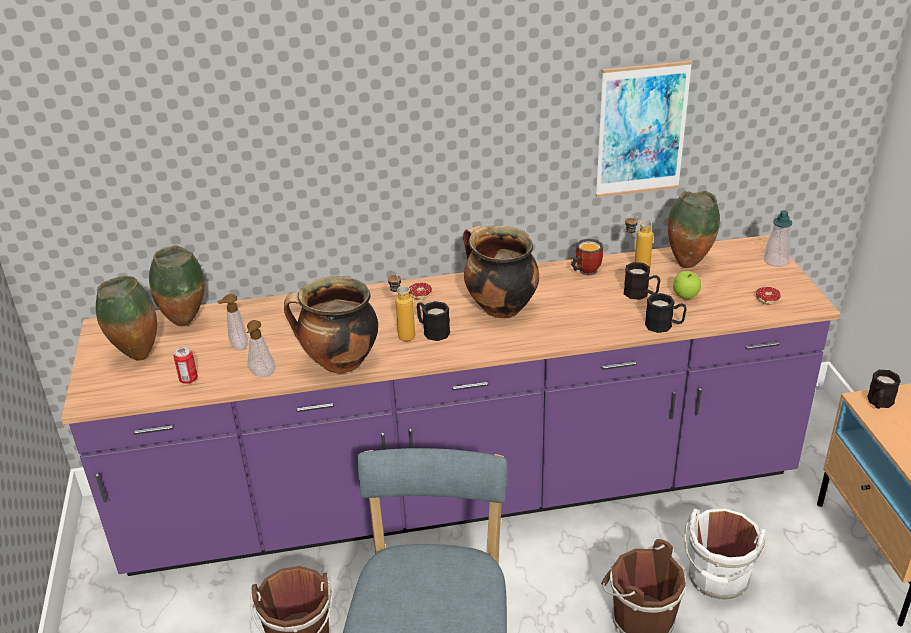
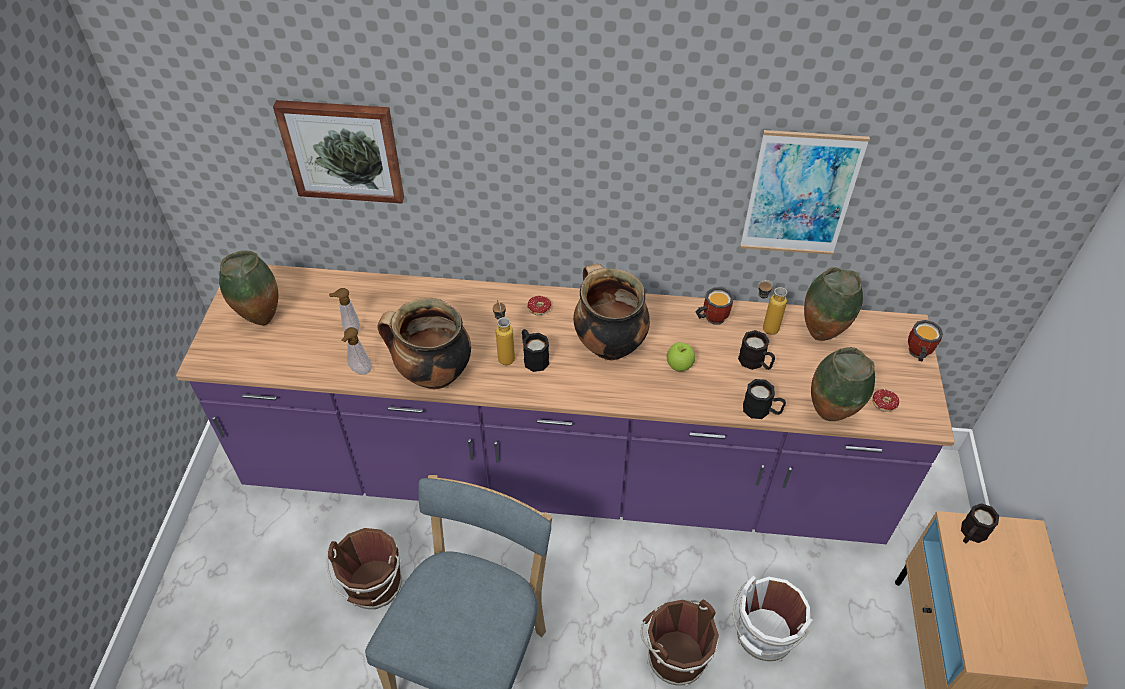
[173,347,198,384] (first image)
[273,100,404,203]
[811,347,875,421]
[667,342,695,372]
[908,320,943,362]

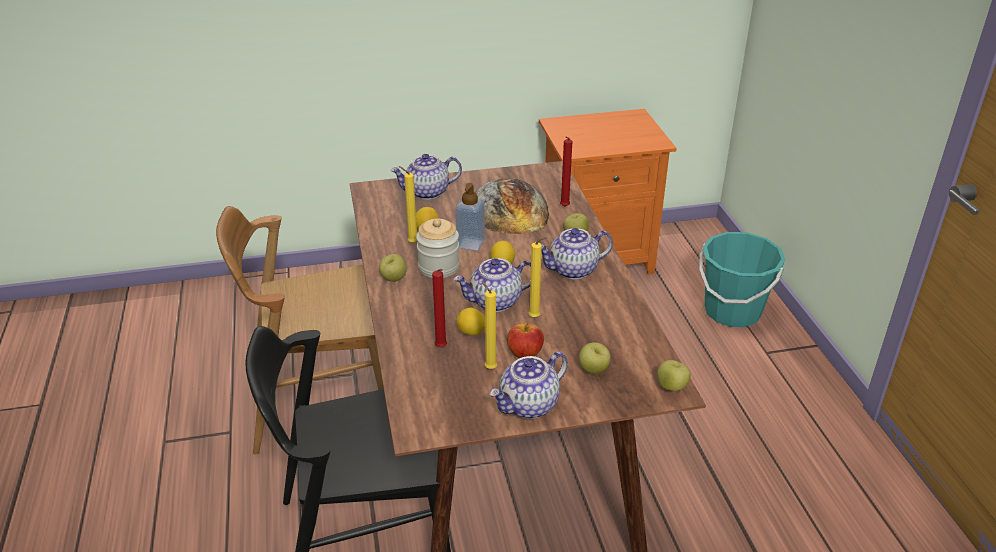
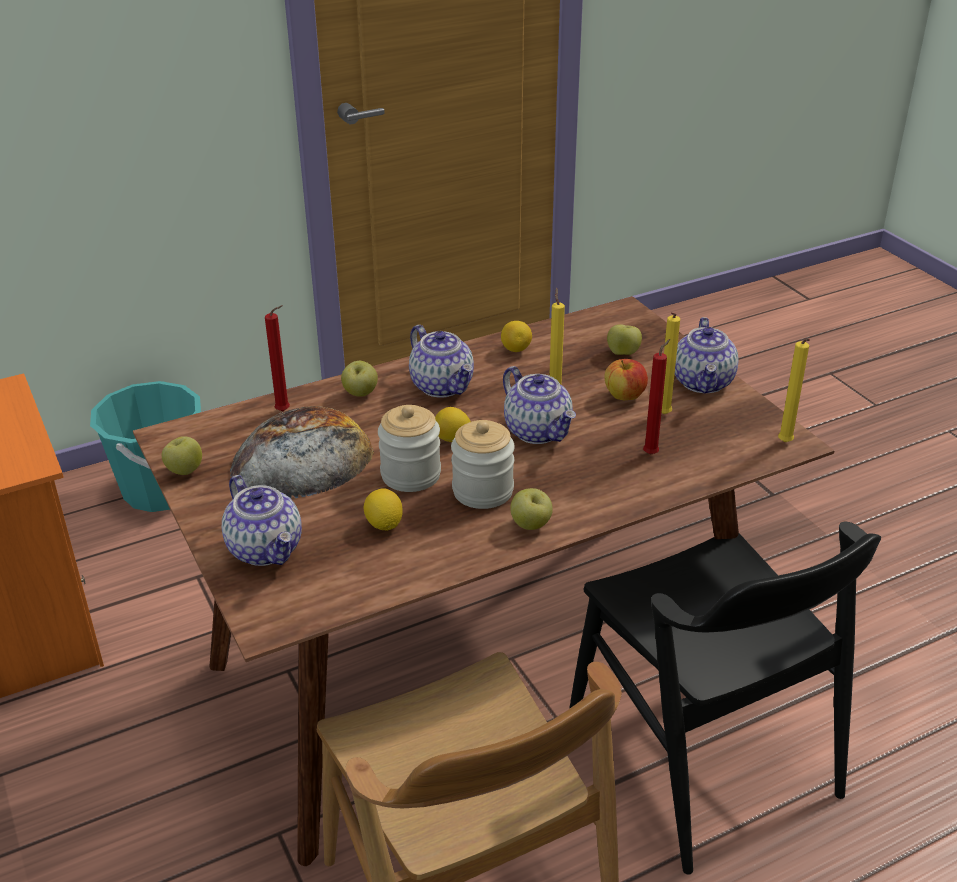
[778,339,810,442]
[501,321,532,352]
[162,436,202,475]
[378,405,441,492]
[675,317,739,394]

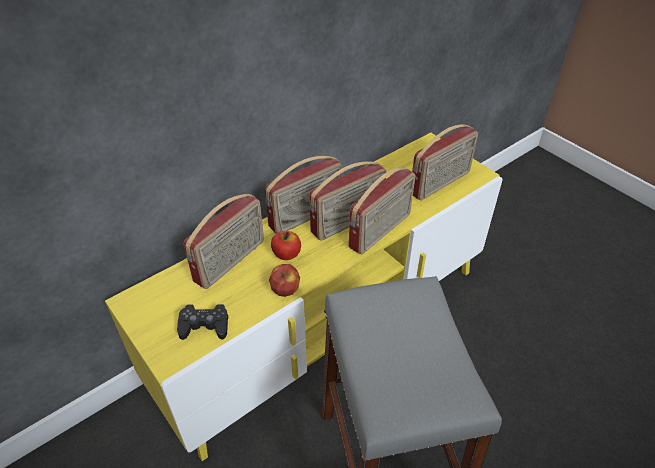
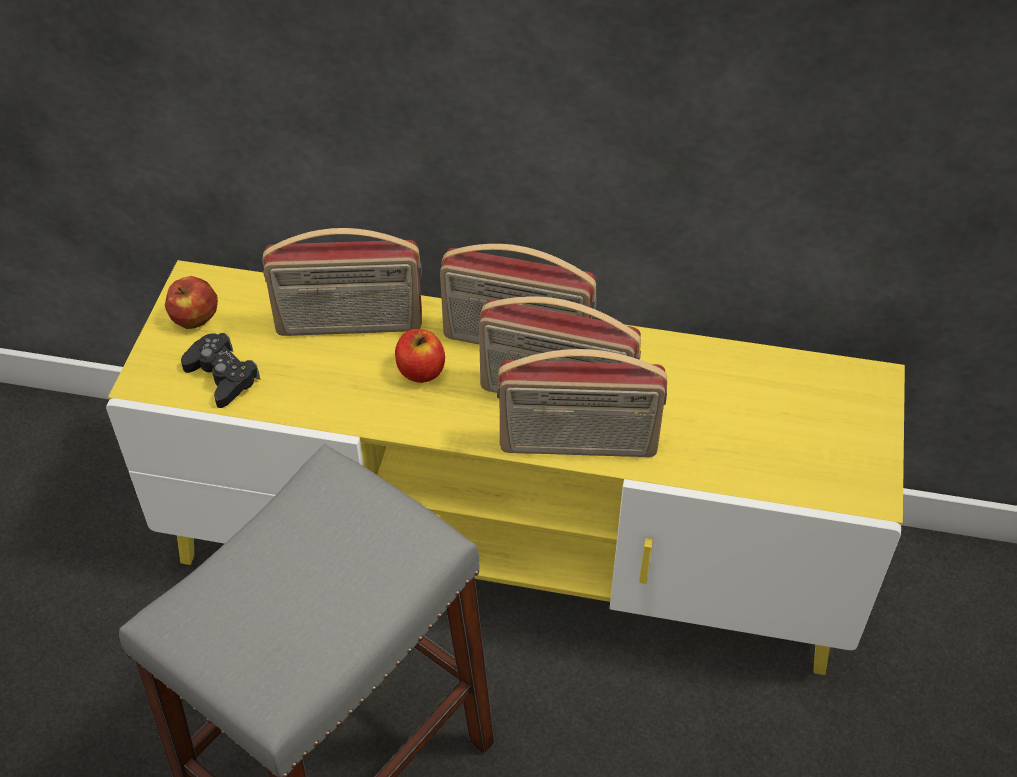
[412,124,478,200] (first image)
[165,276,218,329]

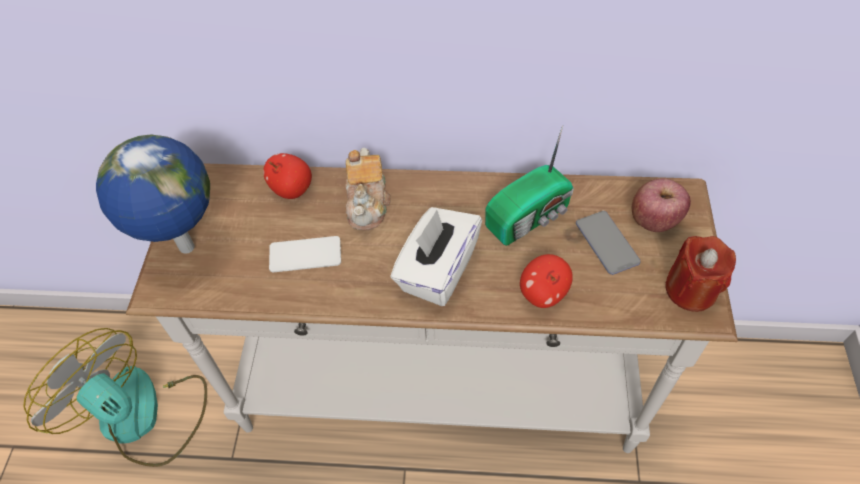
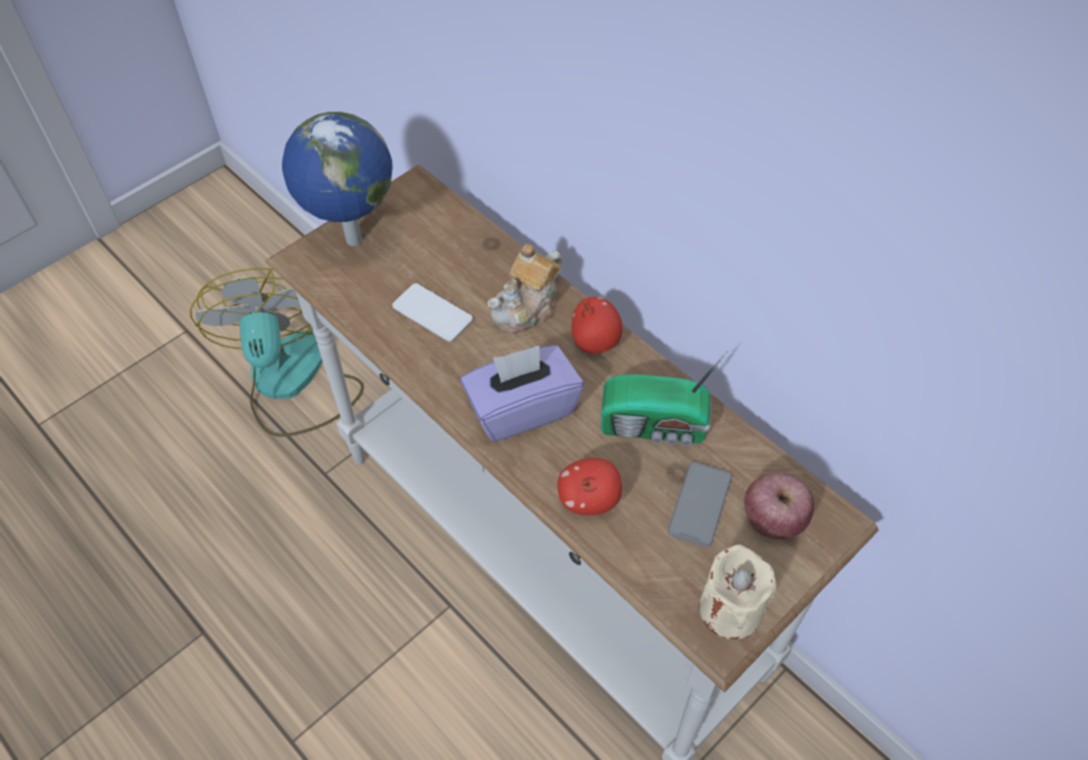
[572,297,623,354]
[460,345,584,442]
[699,544,777,640]

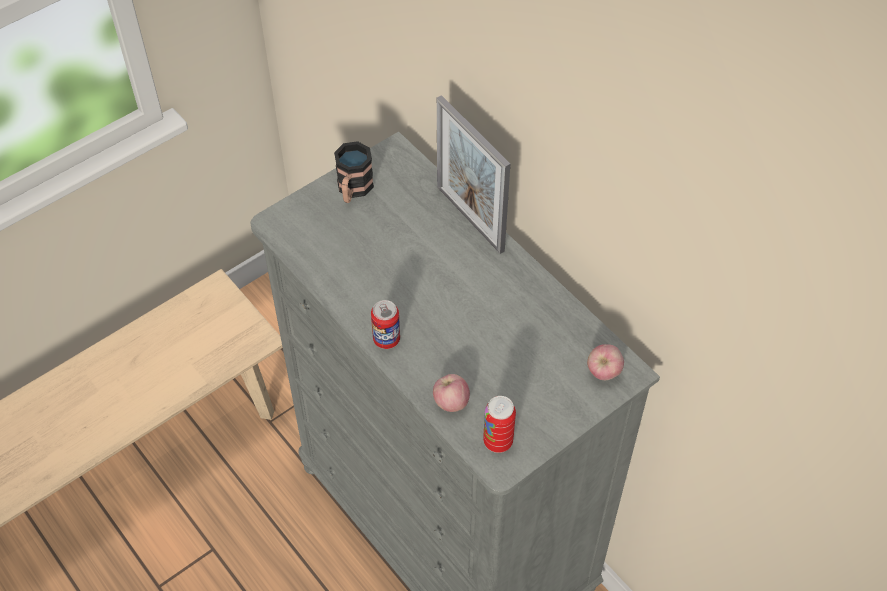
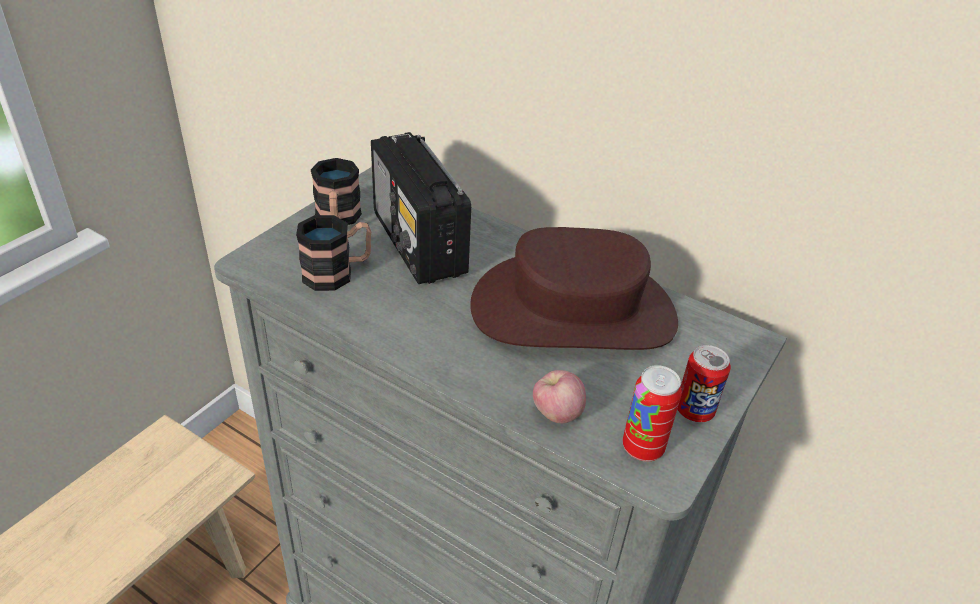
[437,95,510,254] (first image)
[587,344,624,380] (first image)
[296,215,371,291]
[371,132,471,284]
[470,227,678,350]
[677,345,731,422]

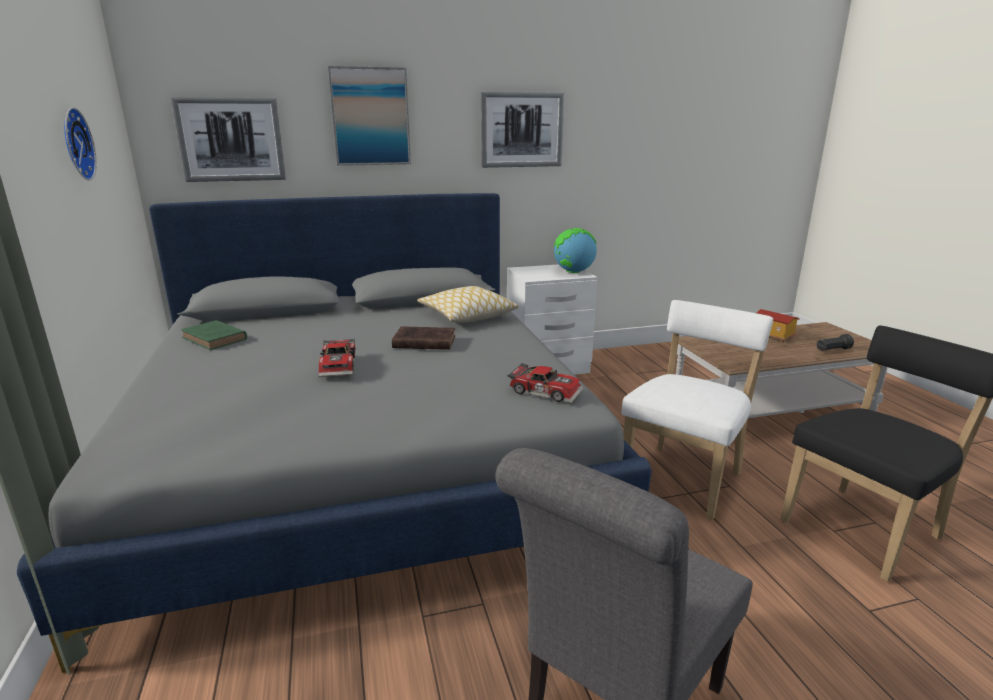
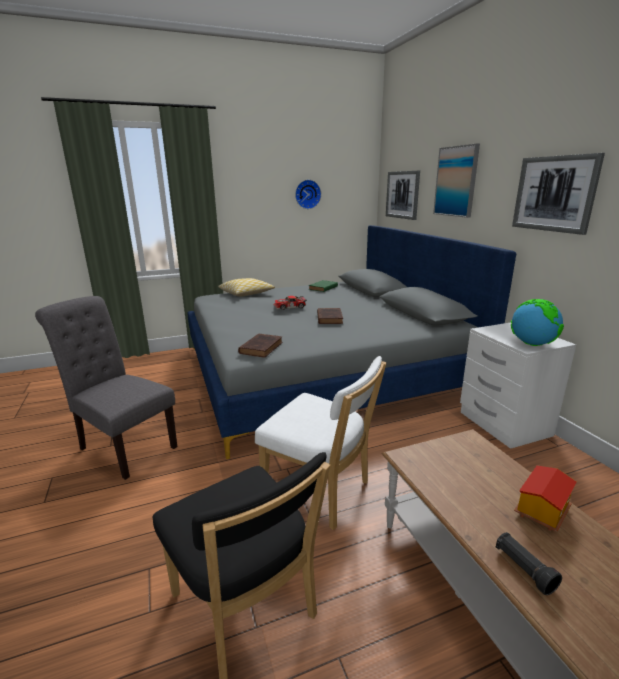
[218,278,275,297]
[238,333,283,358]

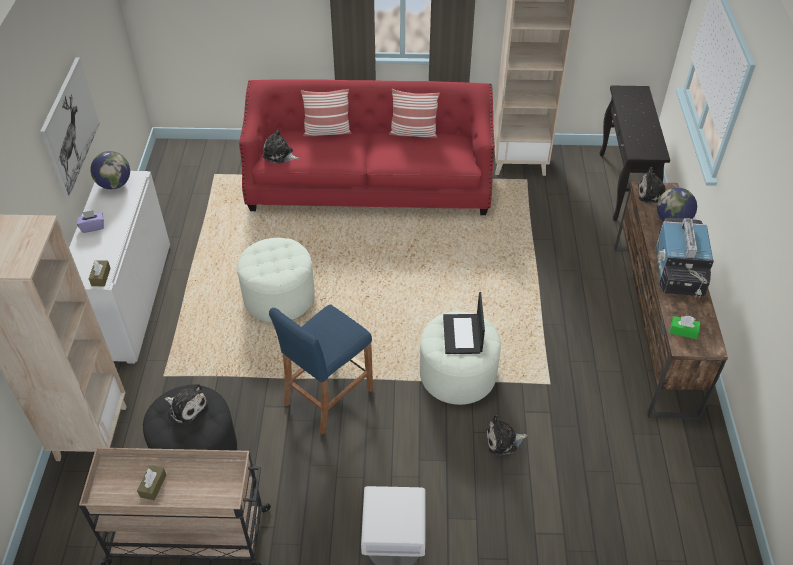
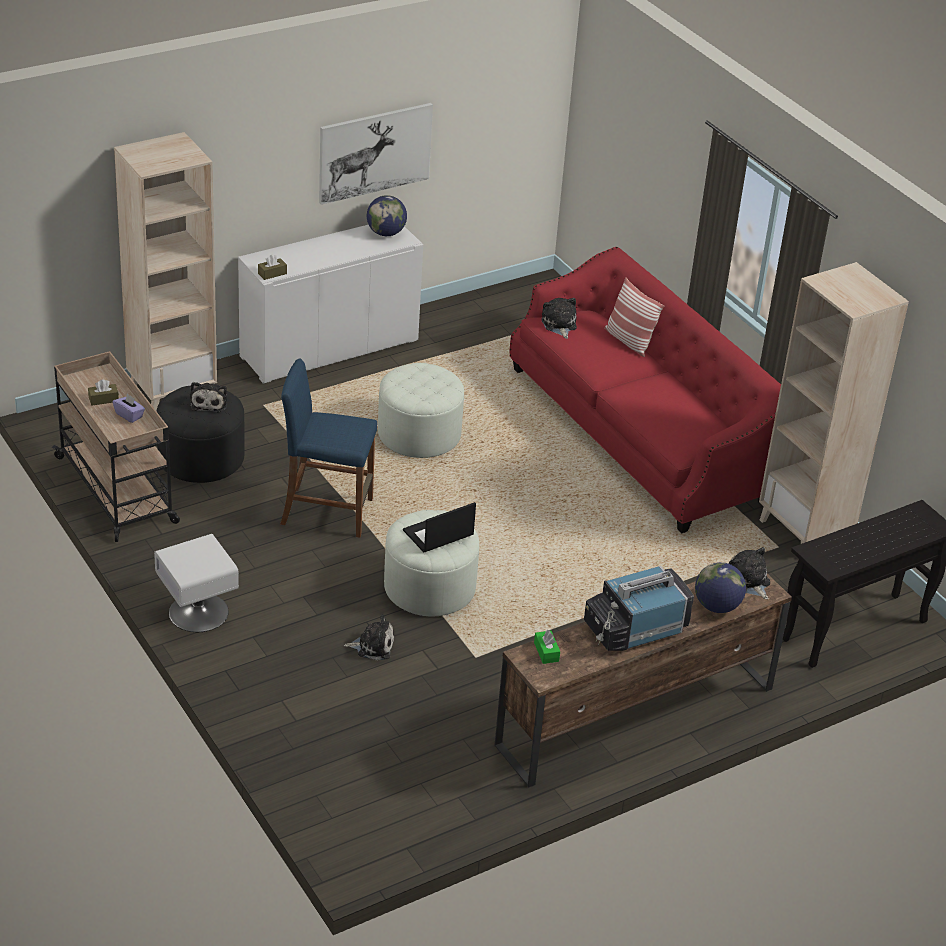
[389,89,440,138] (first image)
[113,394,145,423]
[344,614,394,660]

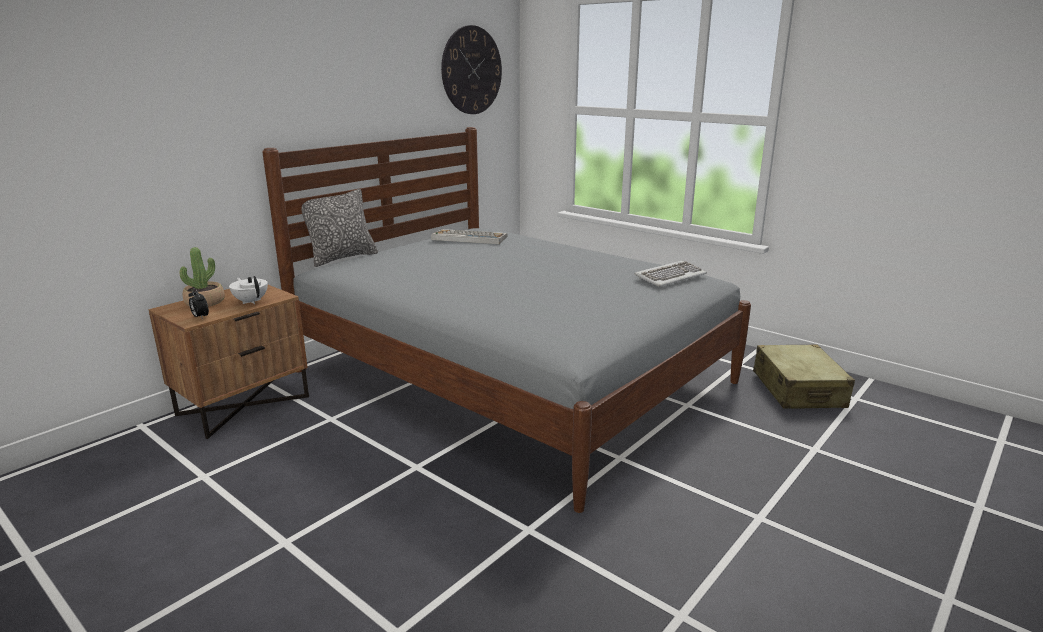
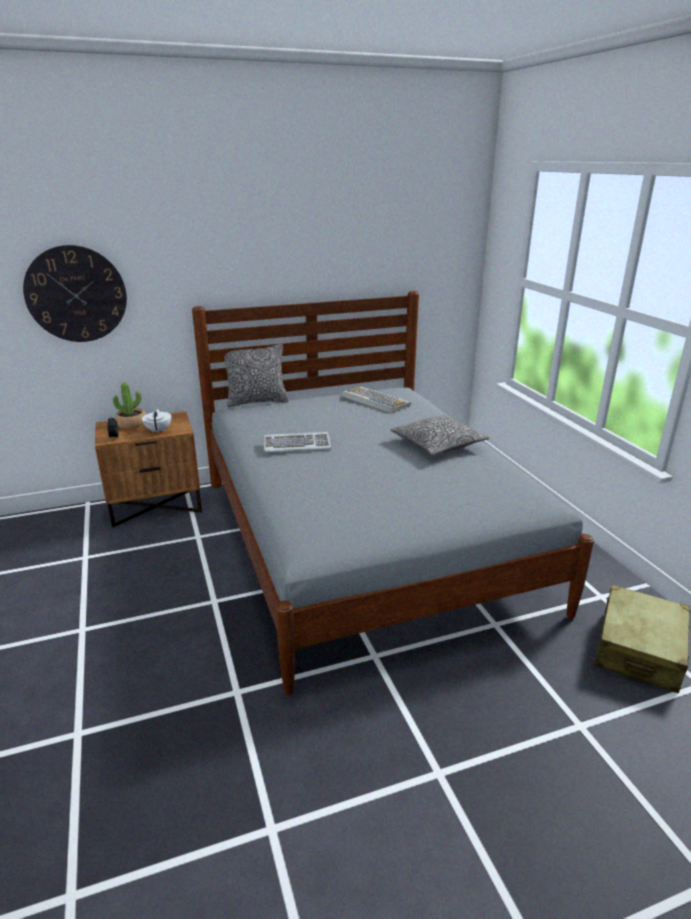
[390,415,489,455]
[23,245,127,342]
[264,432,331,453]

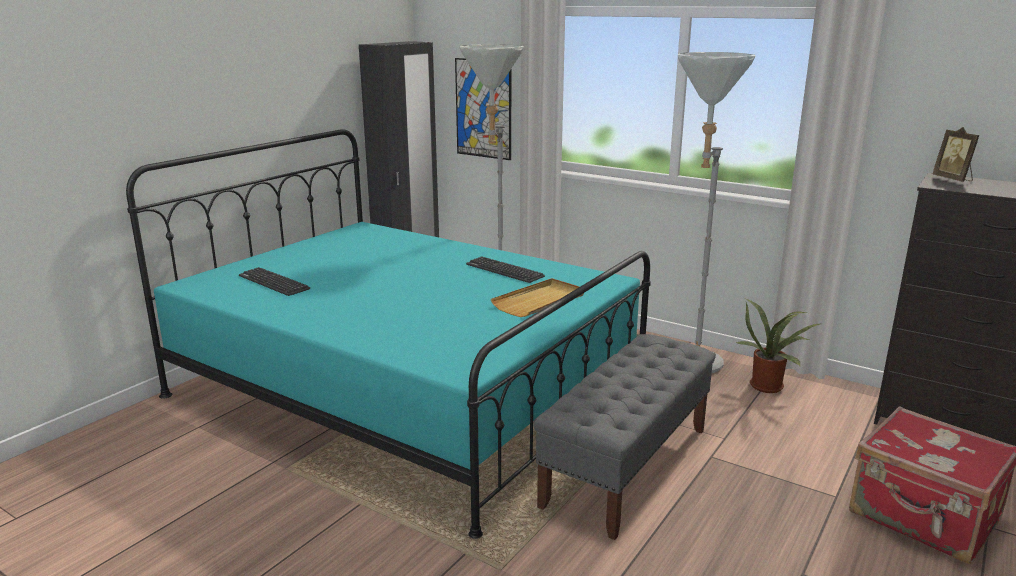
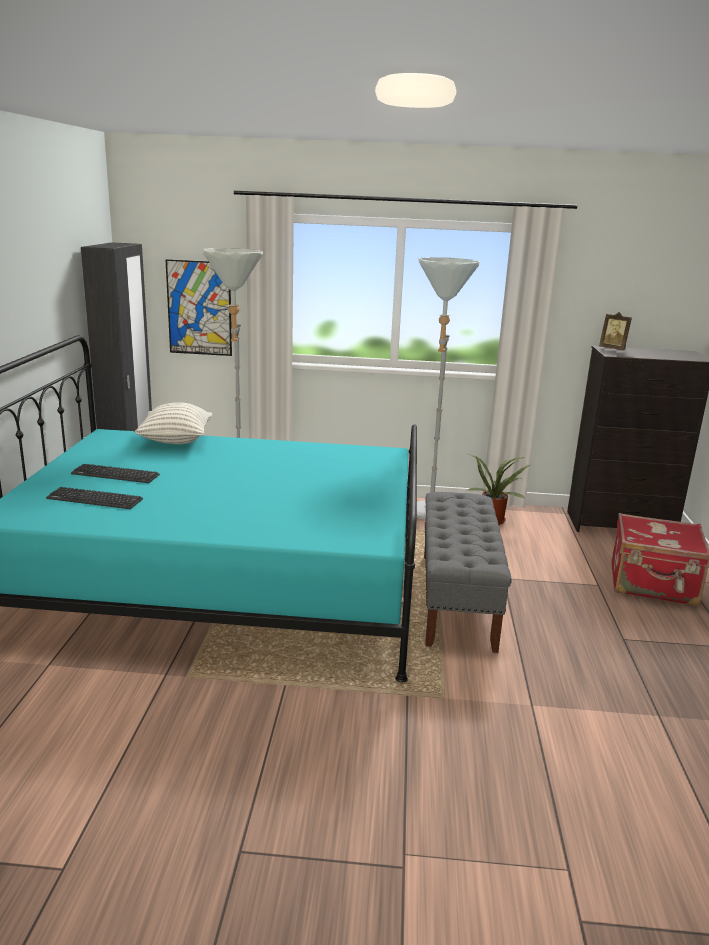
[491,278,584,317] (first image)
[135,402,212,444]
[71,464,160,483]

